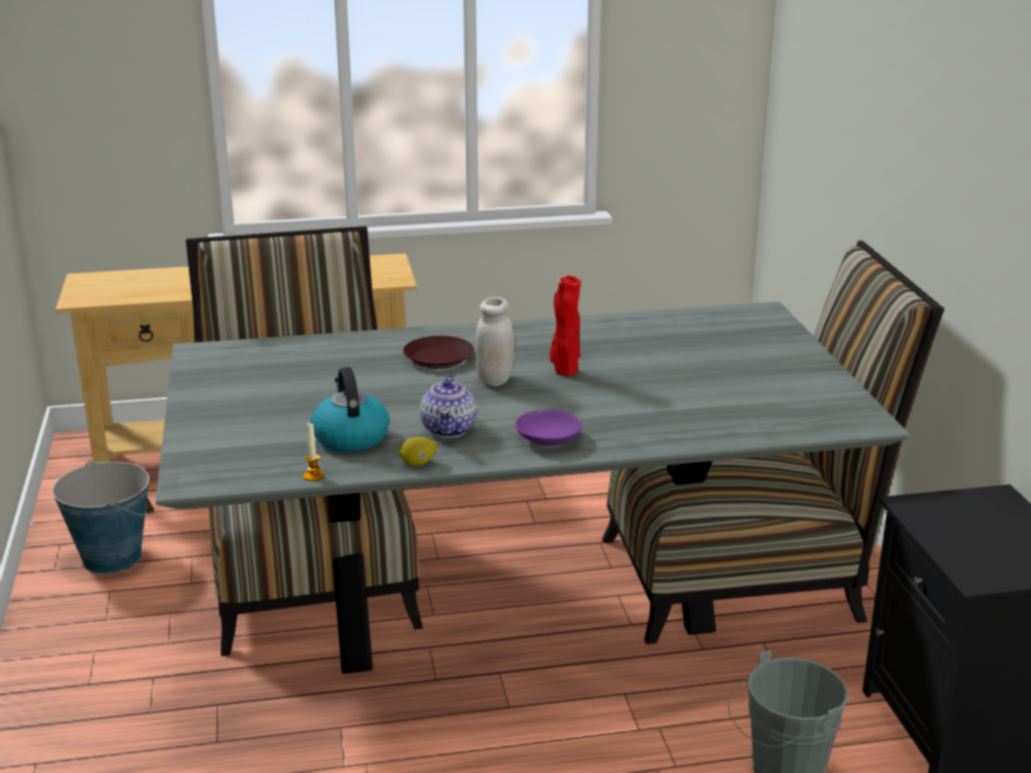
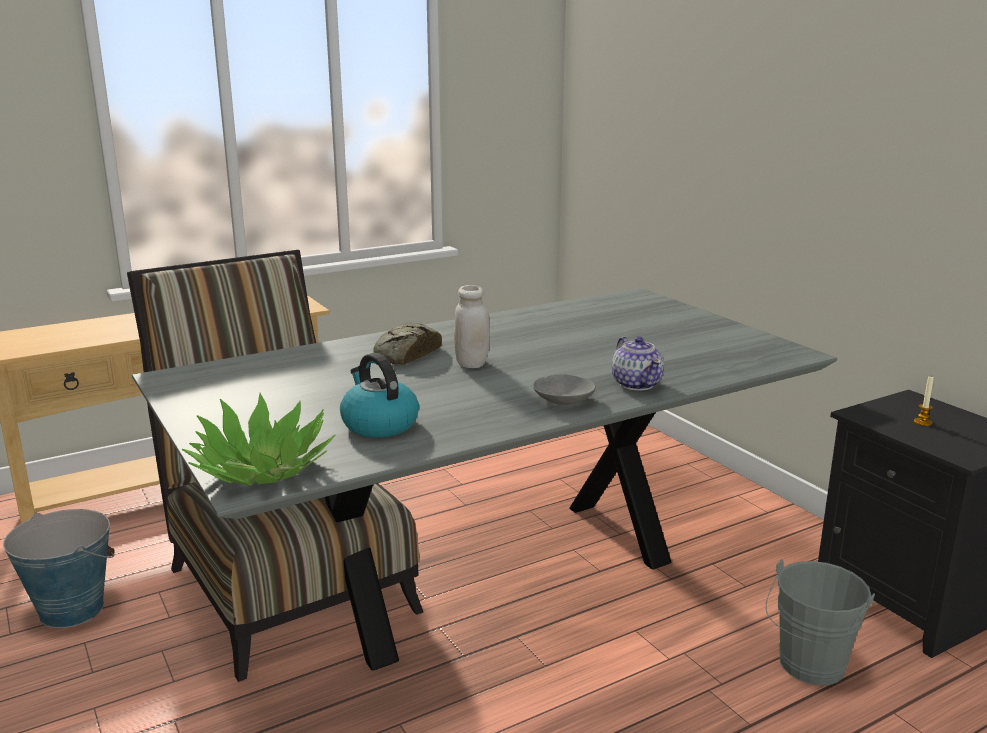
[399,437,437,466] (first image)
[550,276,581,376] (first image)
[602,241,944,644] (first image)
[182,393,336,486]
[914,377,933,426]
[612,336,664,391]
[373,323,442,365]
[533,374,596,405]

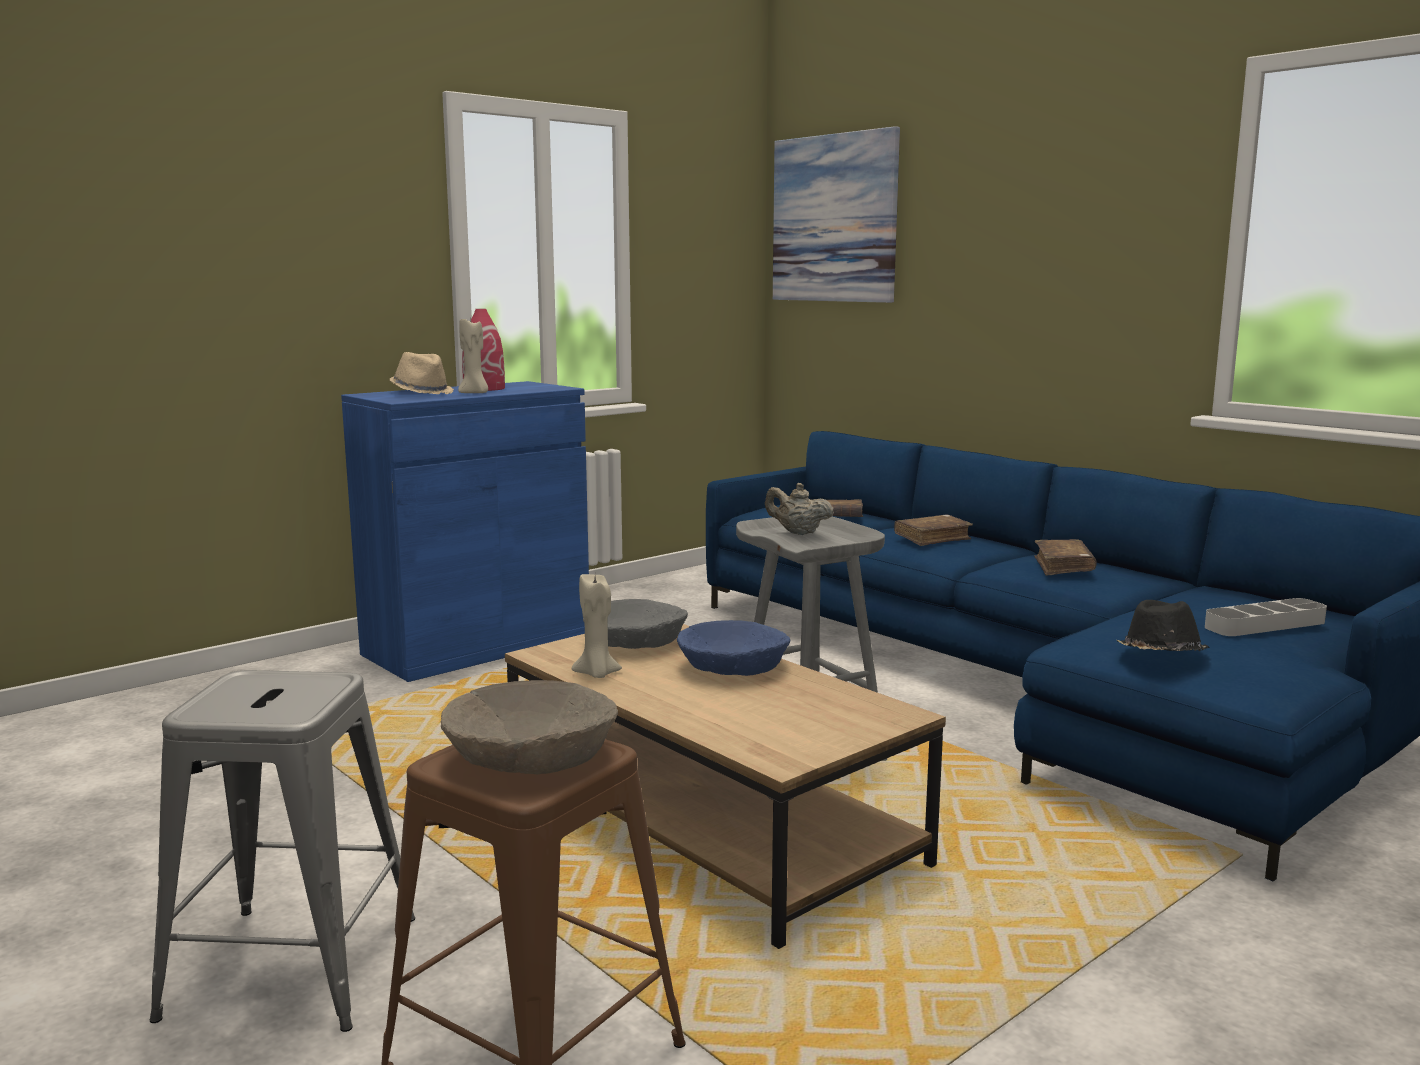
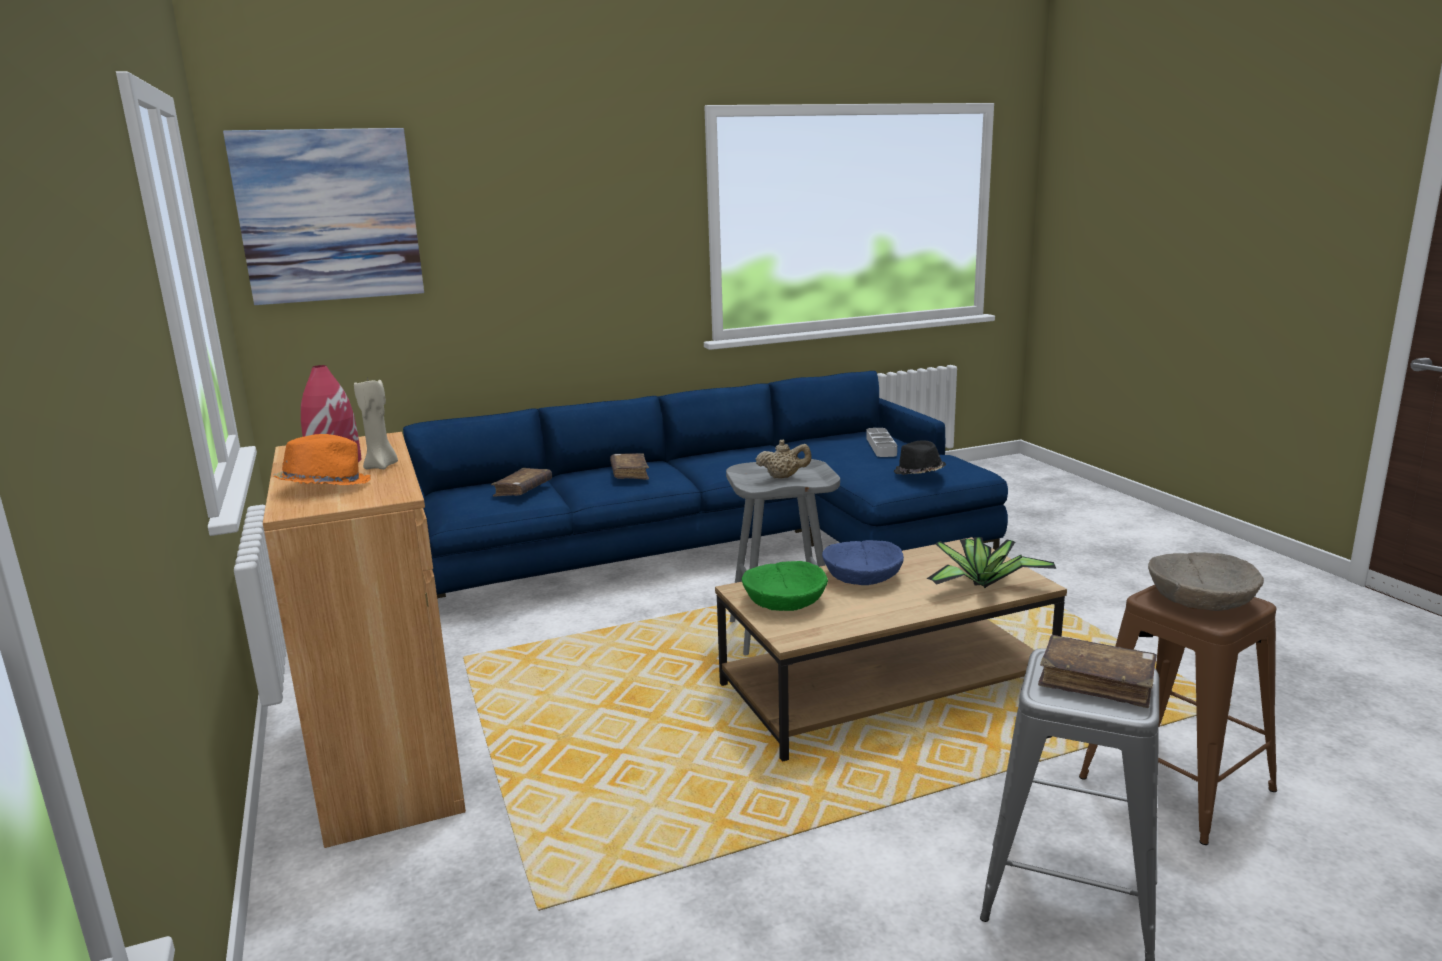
[572,574,622,678] (first image)
[927,537,1056,588]
[1038,635,1157,708]
[263,432,466,848]
[273,434,371,485]
[742,561,828,611]
[756,439,812,479]

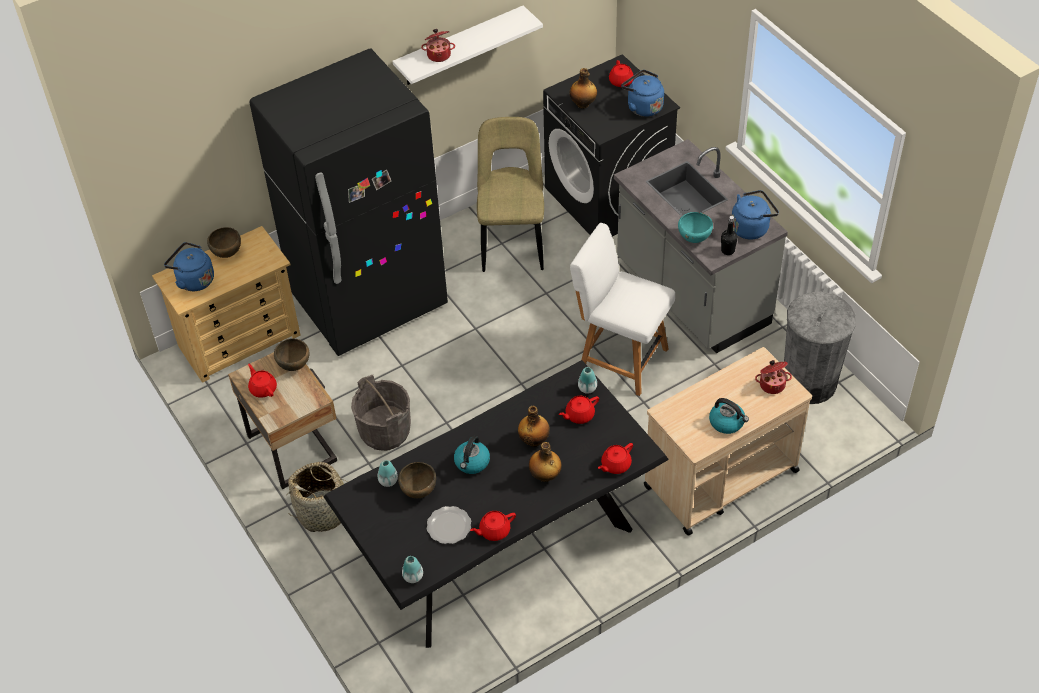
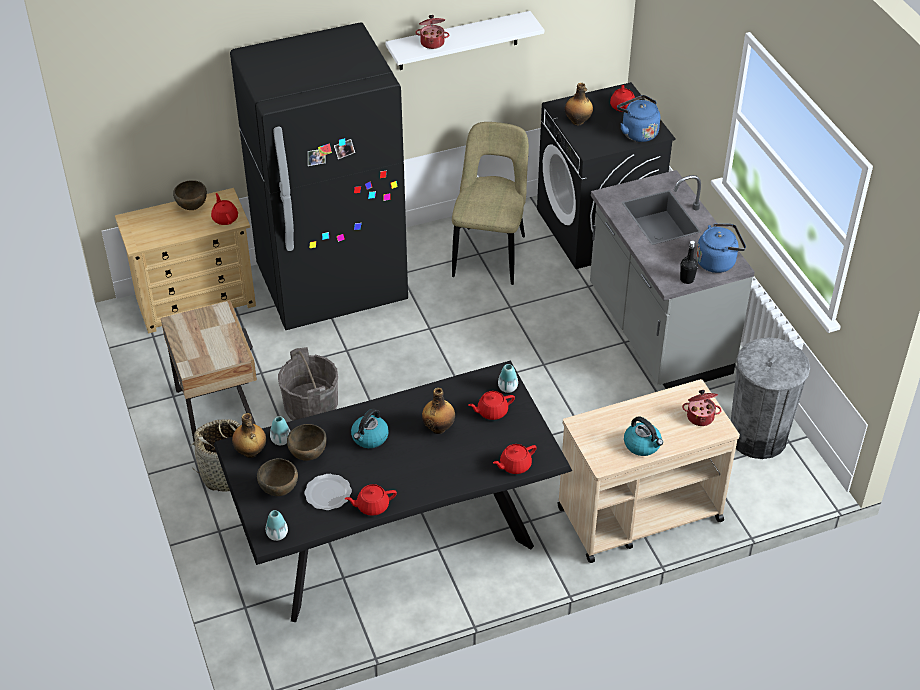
[164,242,214,291] (first image)
[570,223,675,396] (first image)
[678,212,713,243] (first image)
[211,193,238,225]
[257,458,298,496]
[232,413,266,458]

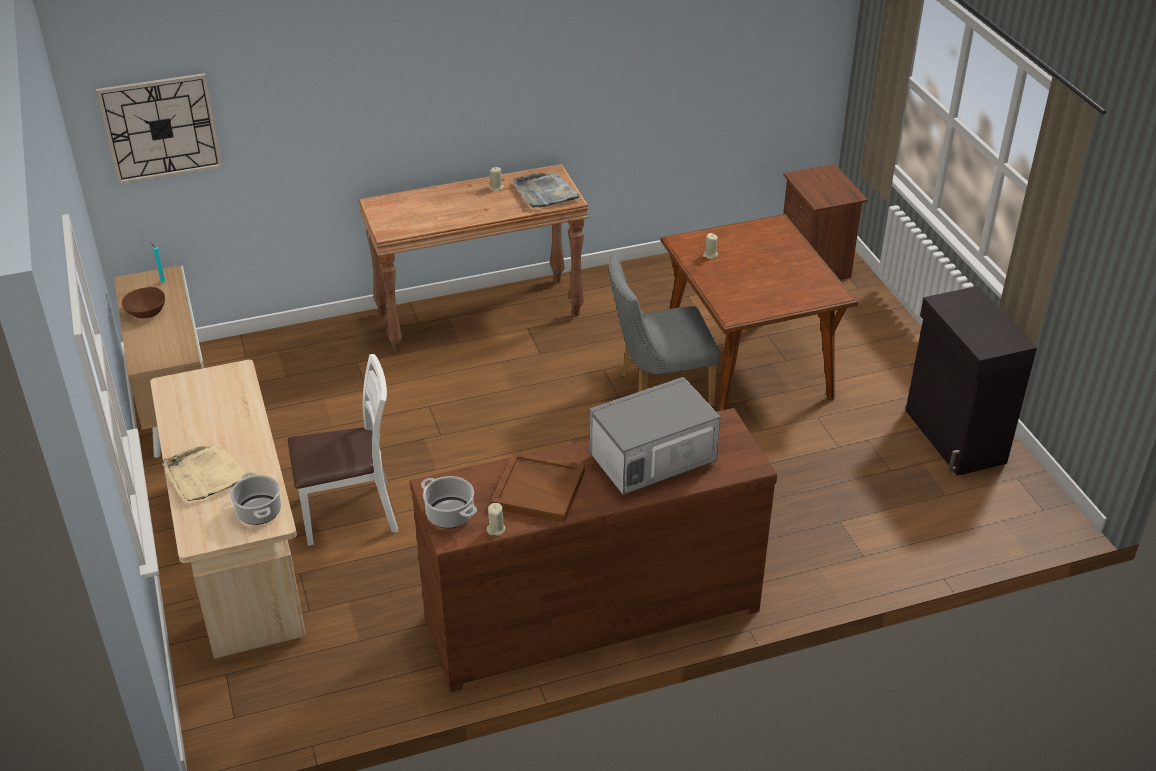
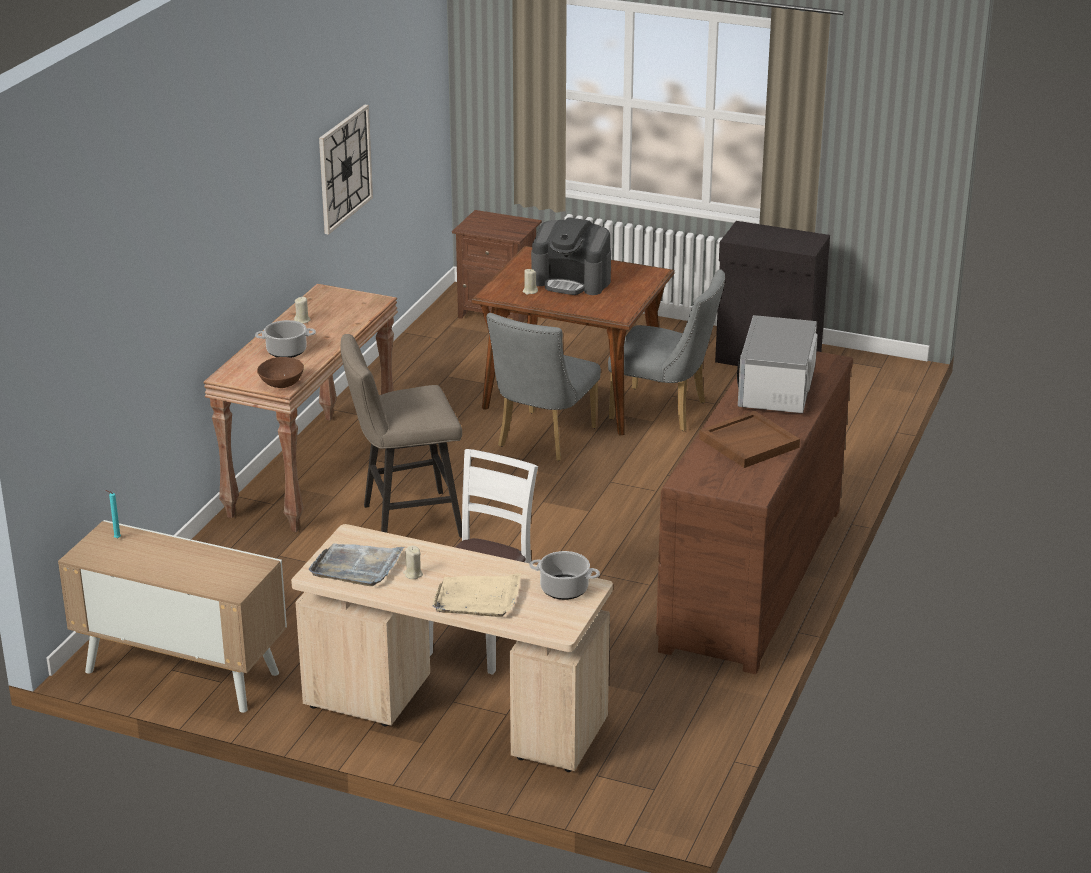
[340,334,462,538]
[531,217,611,295]
[608,269,725,431]
[319,105,373,235]
[257,357,304,388]
[255,320,316,358]
[403,546,423,579]
[308,543,405,586]

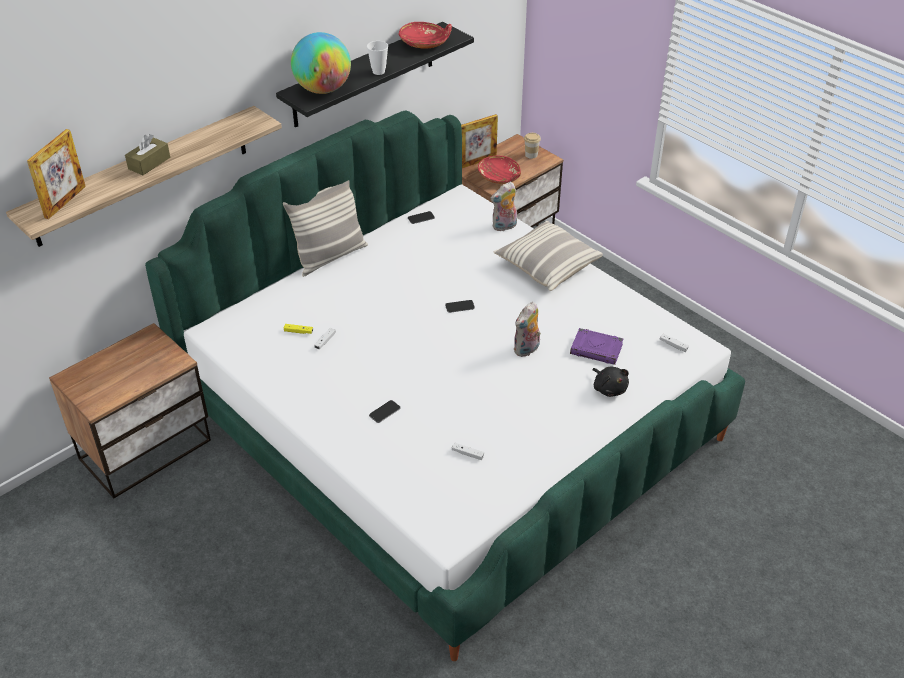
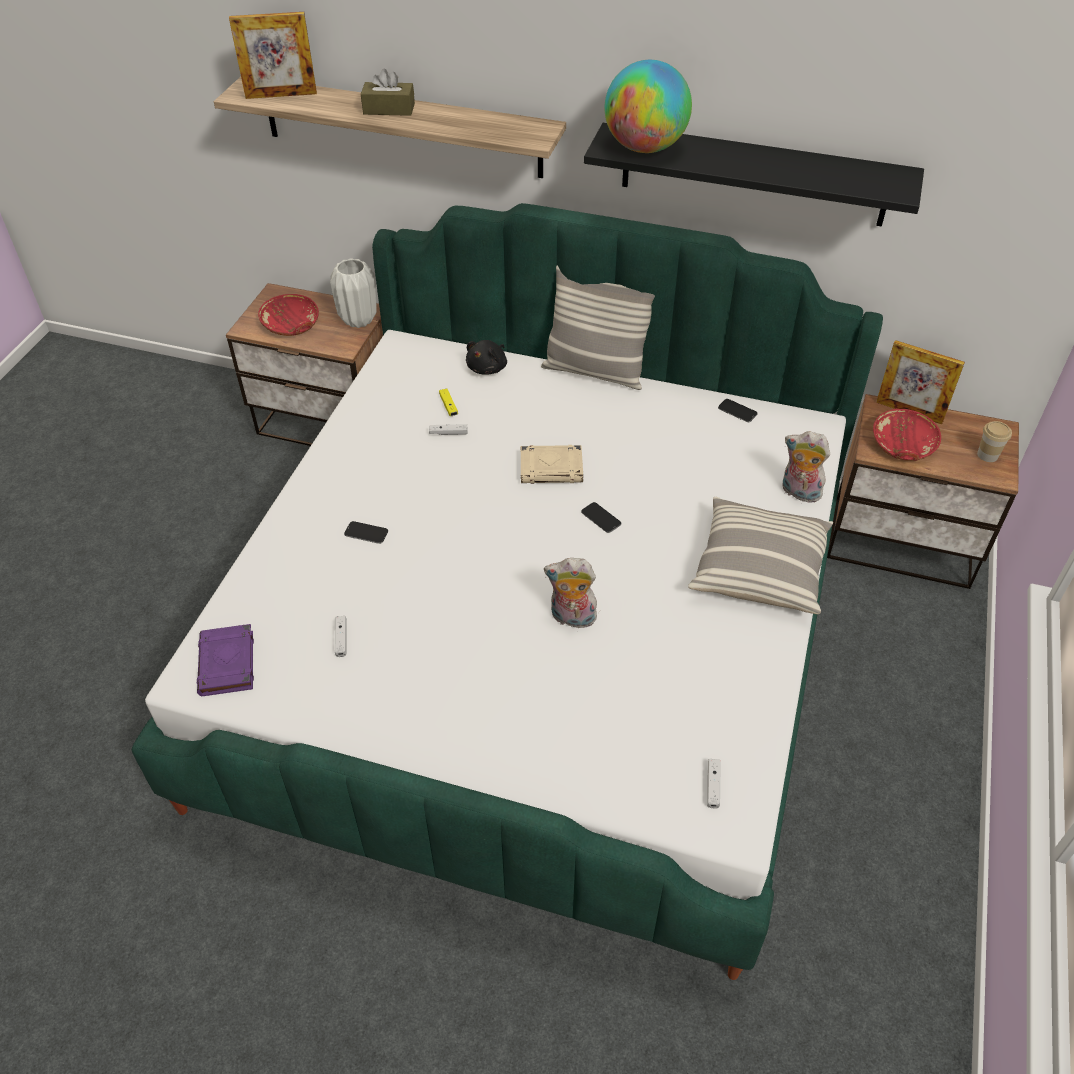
[367,41,388,75] (first image)
[330,258,377,328]
[521,445,583,484]
[258,294,319,336]
[197,624,254,696]
[466,340,507,375]

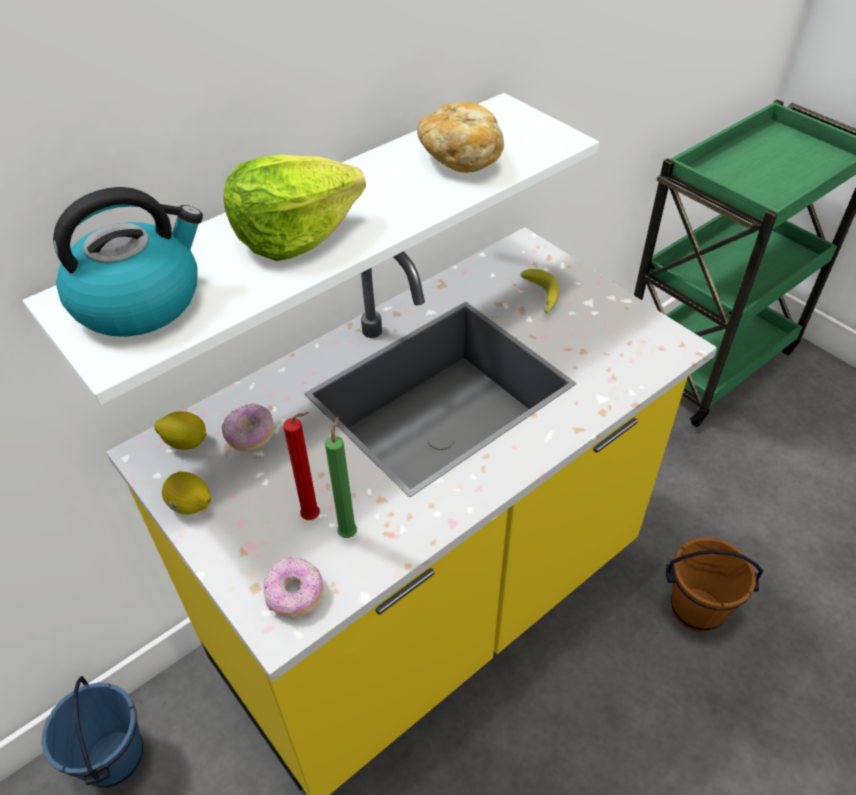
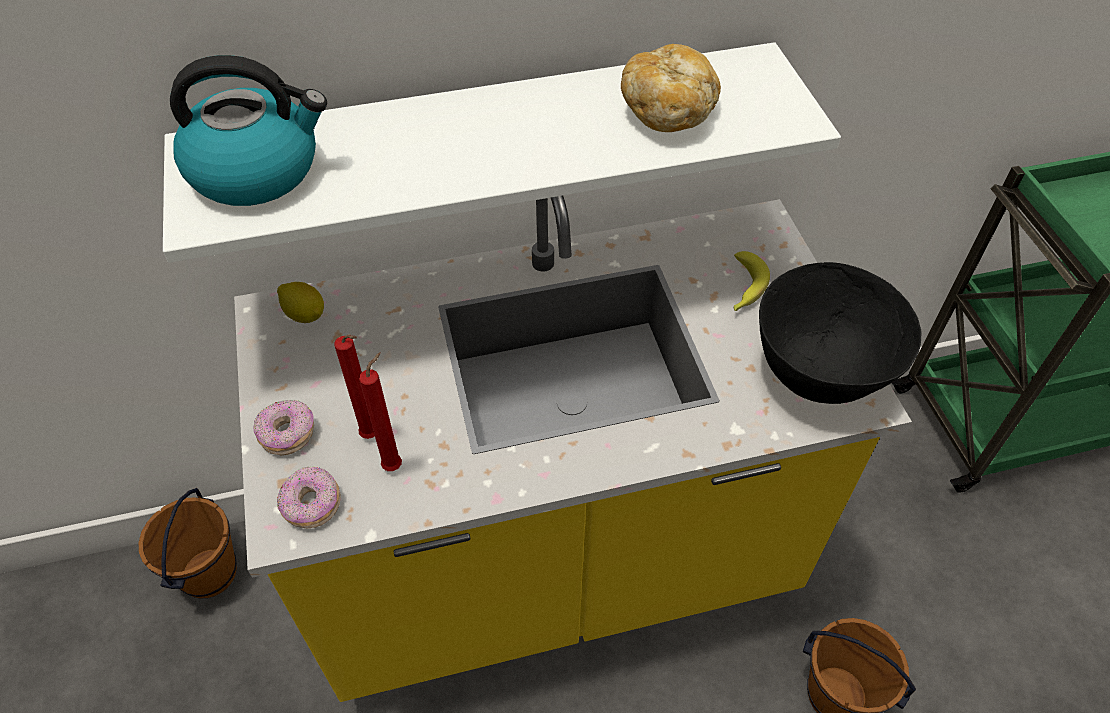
[162,472,211,514] (first image)
[224,154,366,261] (first image)
[759,262,922,404]
[253,400,314,455]
[139,488,237,599]
[359,352,402,471]

